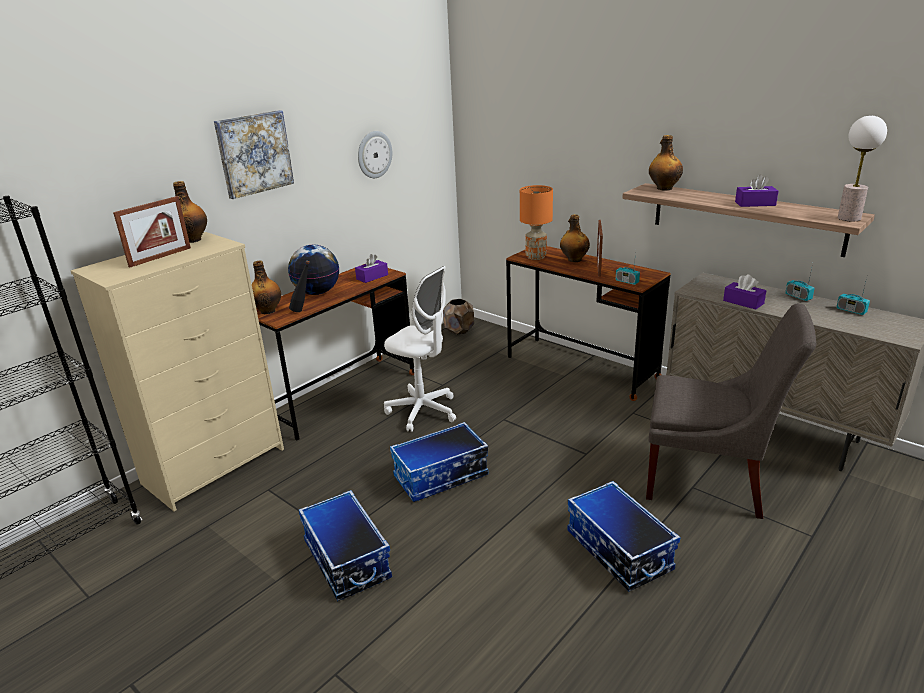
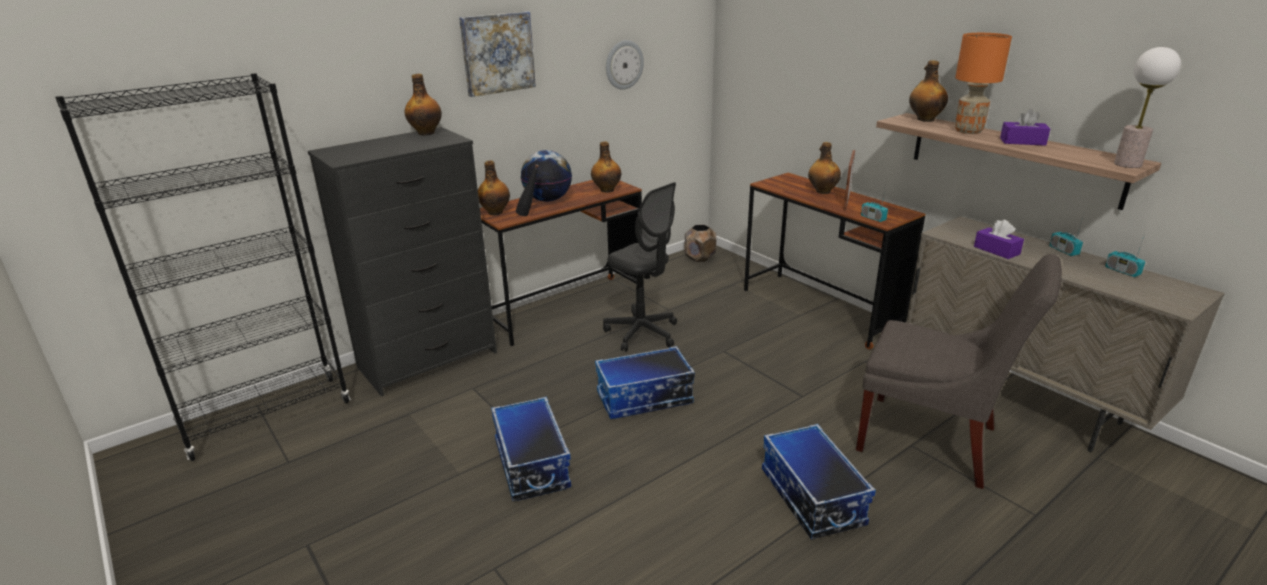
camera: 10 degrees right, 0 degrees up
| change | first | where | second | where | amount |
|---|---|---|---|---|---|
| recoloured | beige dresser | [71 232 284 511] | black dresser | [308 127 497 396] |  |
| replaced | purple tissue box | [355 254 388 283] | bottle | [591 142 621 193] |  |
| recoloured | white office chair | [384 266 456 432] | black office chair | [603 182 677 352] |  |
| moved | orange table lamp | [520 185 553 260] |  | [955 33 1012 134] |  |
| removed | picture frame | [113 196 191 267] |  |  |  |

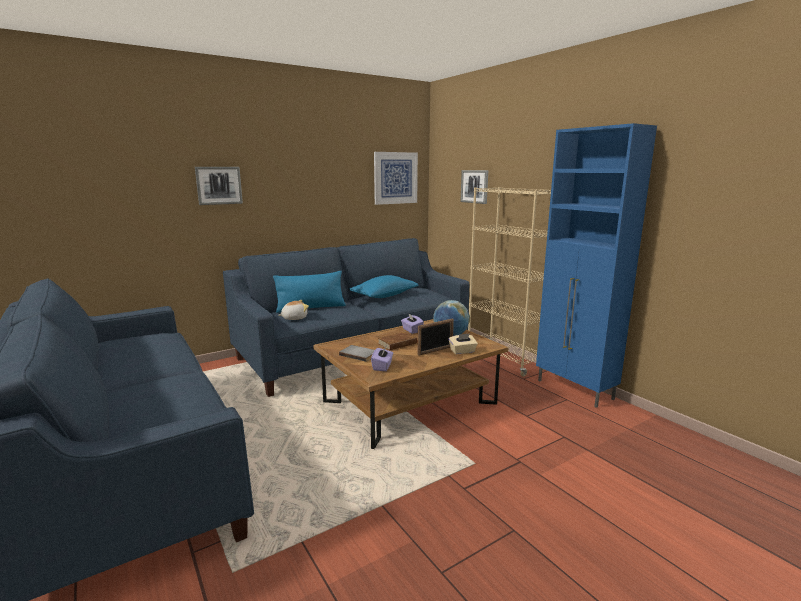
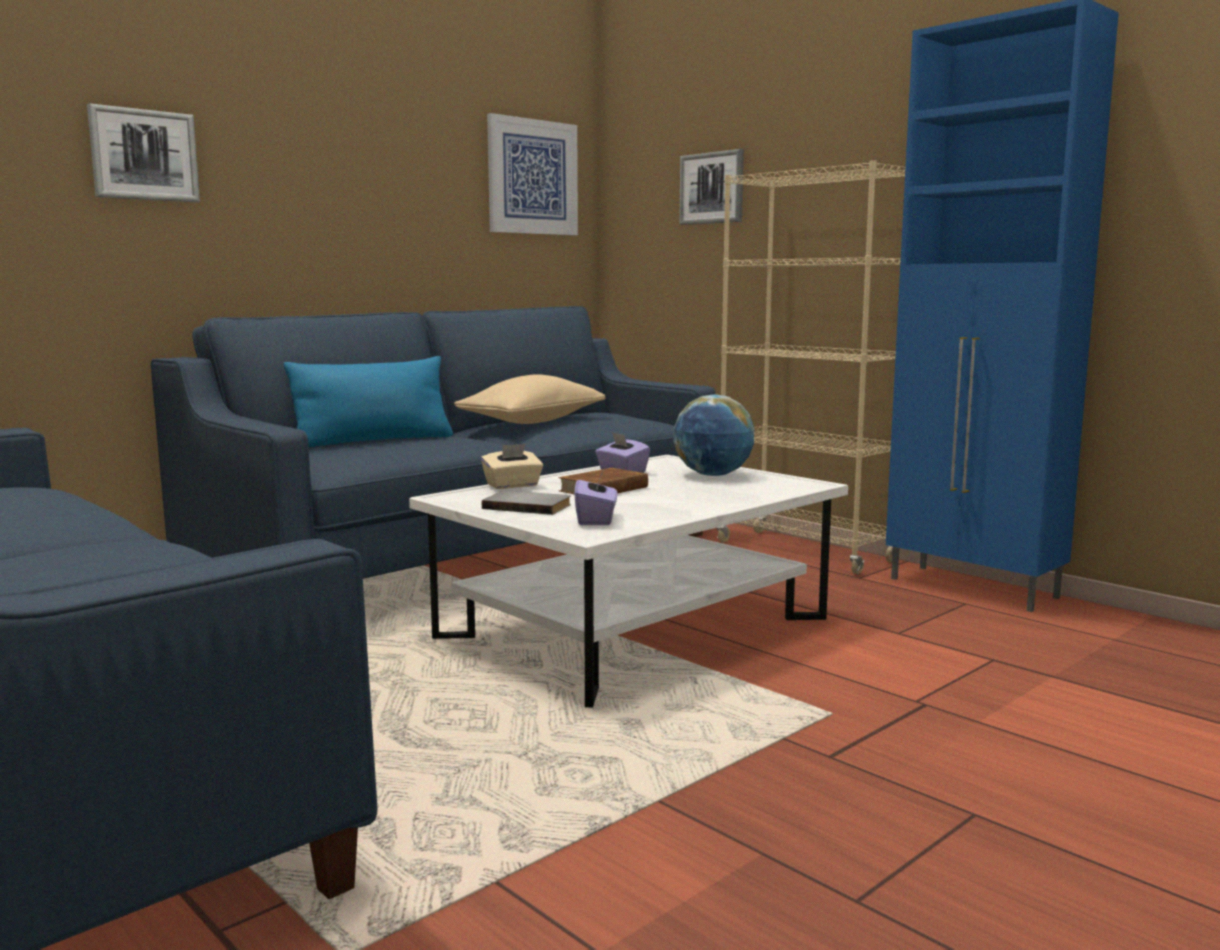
camera: 10 degrees left, 5 degrees down
| change | first | where | second | where | amount |
|---|---|---|---|---|---|
| recoloured | brown coffee table | [313 319 509 449] | white coffee table | [409 455 848 708] |  |
| recoloured | blue pillow | [349 275 419 298] | beige pillow | [454 374 605 424] |  |
| moved | beige tissue box | [449 334 478 354] |  | [481 444 543 489] |  |
| removed | plush toy | [278 300 309 320] |  |  |  |
| removed | picture frame | [418 318 454 356] |  |  |  |

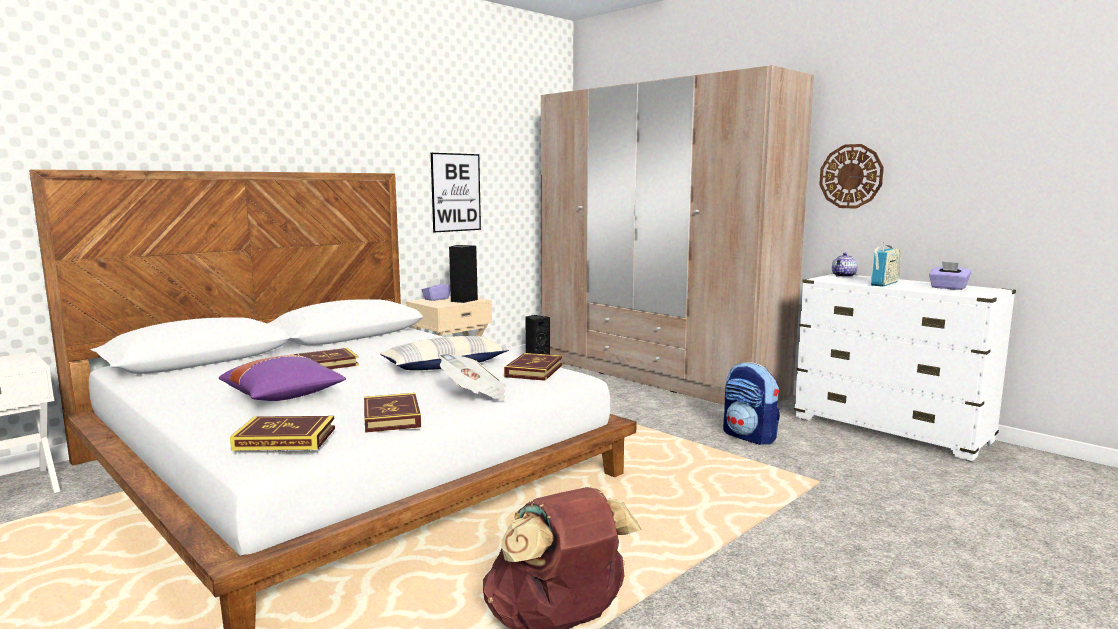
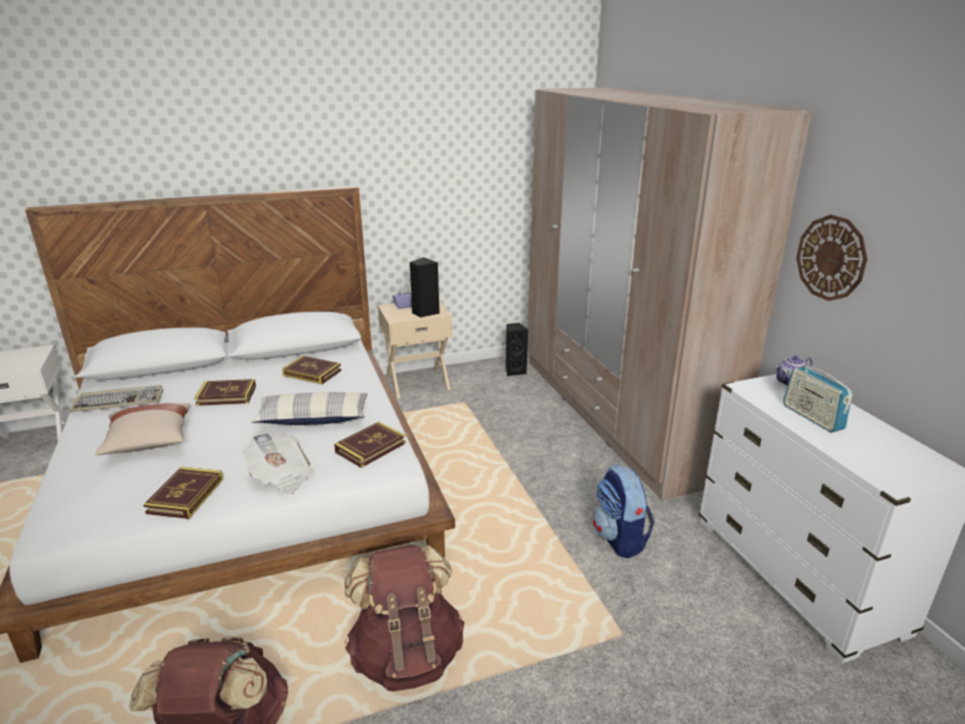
camera: 25 degrees right, 15 degrees up
| change | first | where | second | where | amount |
|---|---|---|---|---|---|
| added |  |  | keyboard | [70 385 163 412] |  |
| recoloured | purple pillow | [219 355 346 401] | beige pillow | [95 403 191 455] |  |
| moved | book | [230 416 335 451] |  | [282 356 341 384] |  |
| added |  |  | brown backpack | [344 545 464 691] |  |
| turned | radio | [871 242 901 287] |  | [783 361 853 433] | 90 degrees clockwise |
| removed | picture | [431 153 481 233] |  |  |  |
| removed | purple tissue box | [929 261 971 290] |  |  |  |

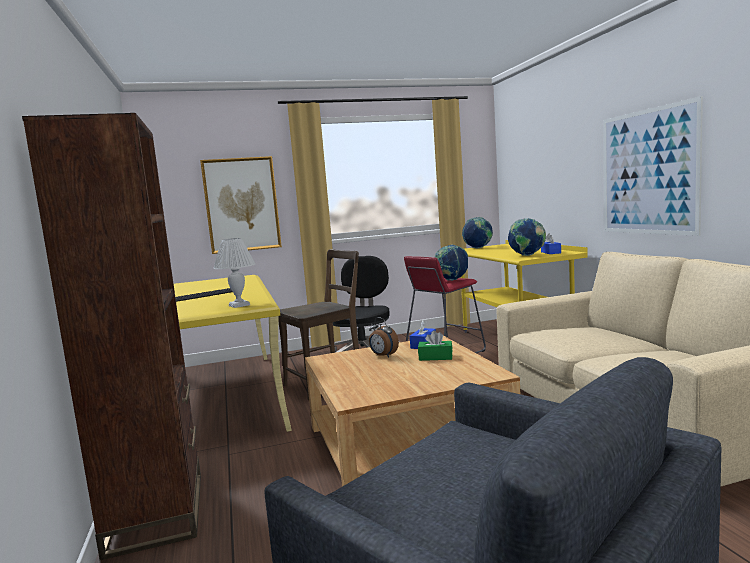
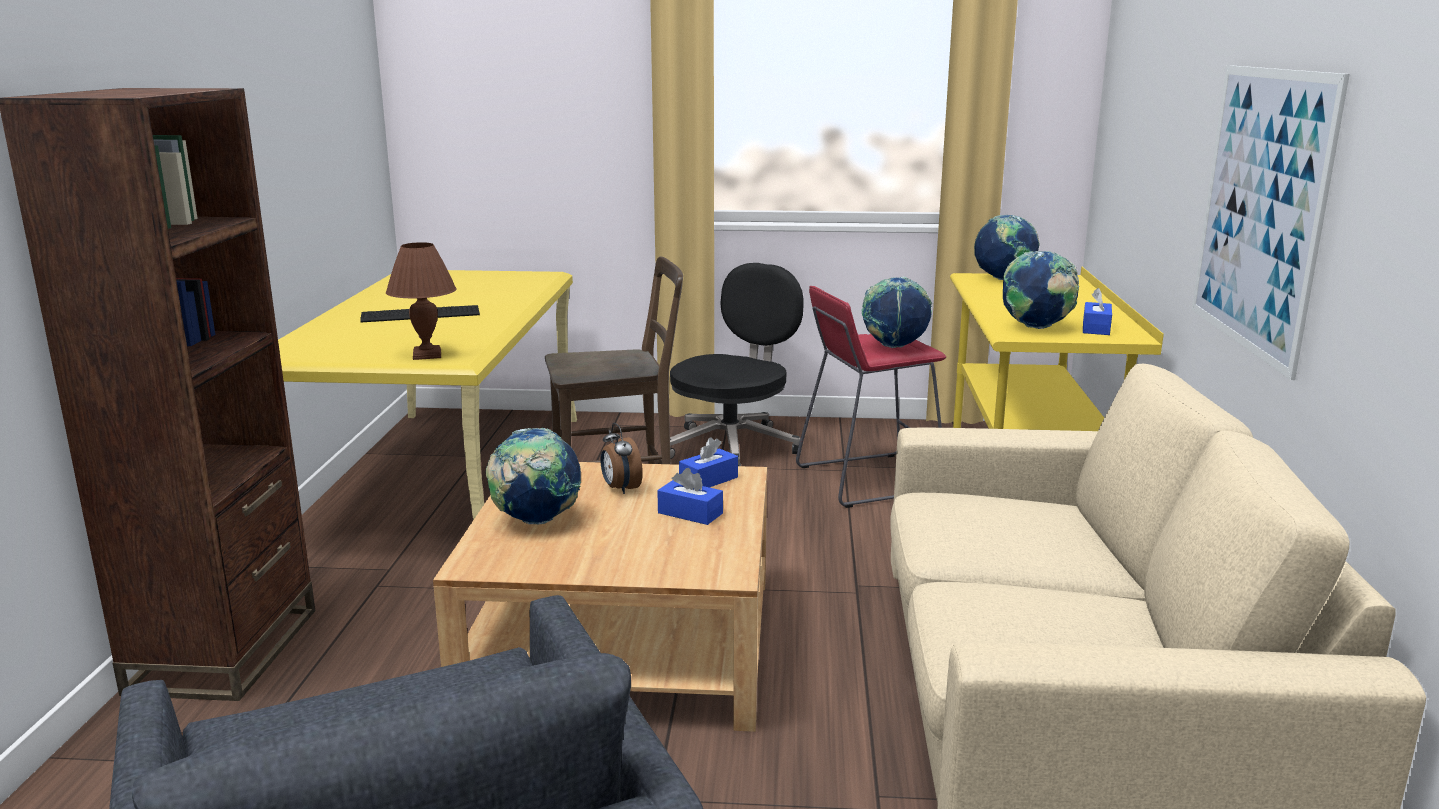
camera: 20 degrees right, 10 degrees up
| change | first | where | second | where | amount |
|---|---|---|---|---|---|
| recoloured | white table lamp | [213 238 255 308] | brown table lamp | [386 242 457 360] |  |
| added |  |  | globe | [486 428 581 524] |  |
| recoloured | green tissue box | [418 330 453 361] | blue tissue box | [657 468 723 525] |  |
| removed | picture | [200 156 282 254] |  |  |  |

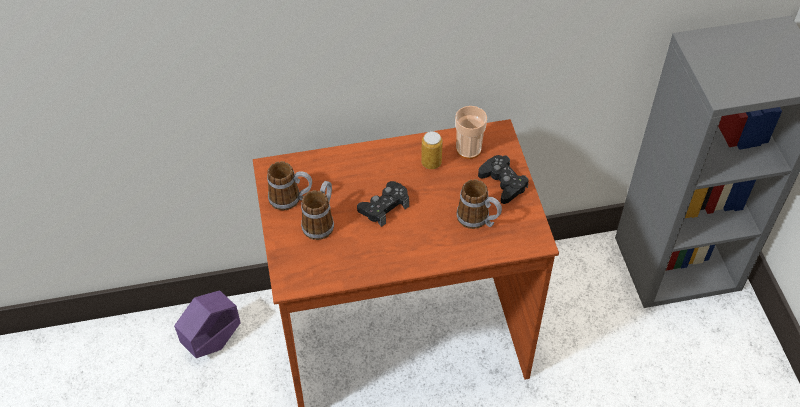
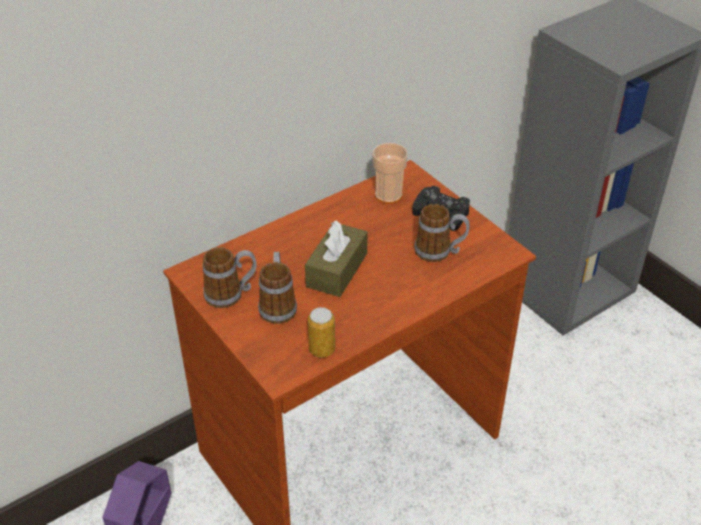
camera: 25 degrees left, 10 degrees down
| change | first | where | second | where | amount |
|---|---|---|---|---|---|
| replaced | black game controller | [357 181 409 227] | brown tissue box | [305 220 368 297] |  |
| moved | can | [421 131 443 169] |  | [308 307 335 358] |  |

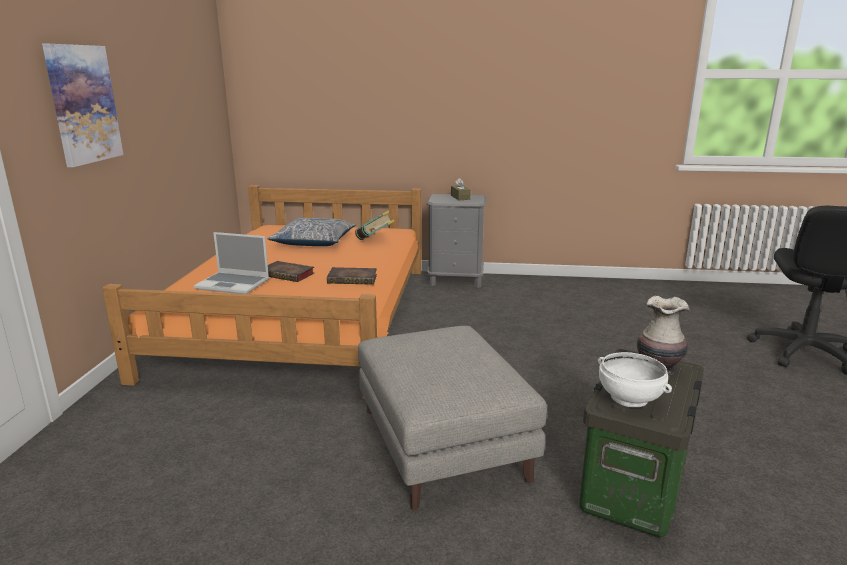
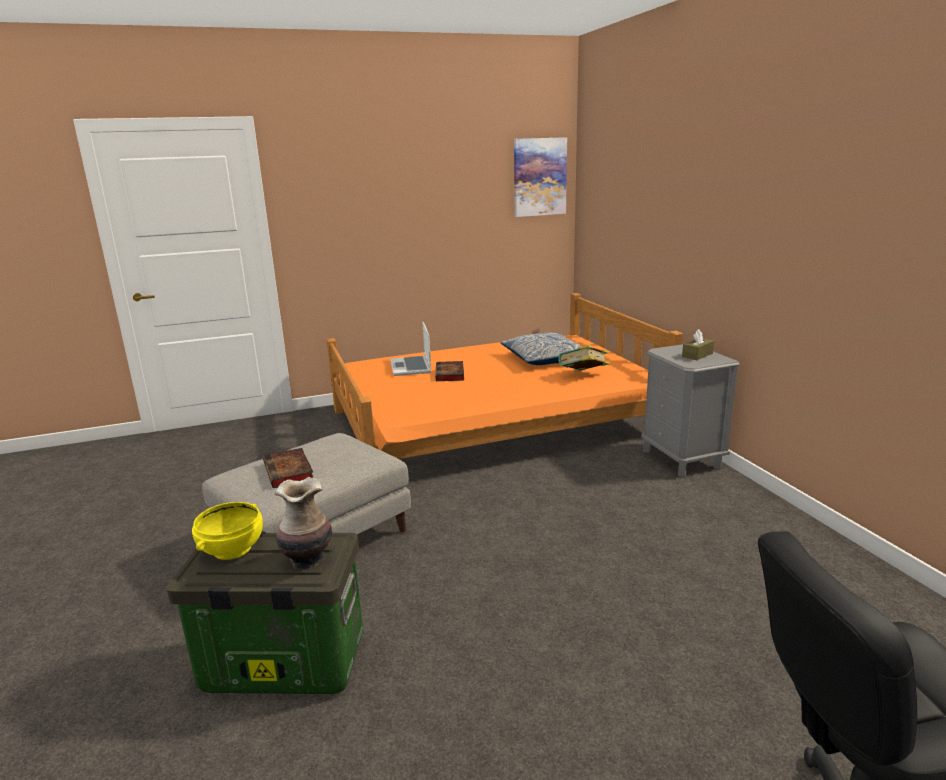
camera: 65 degrees right, 0 degrees up
| change | first | where | second | where | amount |
|---|---|---|---|---|---|
| recoloured | white bowl | [598 352 672 407] | yellow bowl | [192 502 263 560] |  |
| moved | book | [327 267 377 285] |  | [263 448 314 488] |  |
| moved | picture | [42 44 123 167] |  | [514 137 567 217] |  |

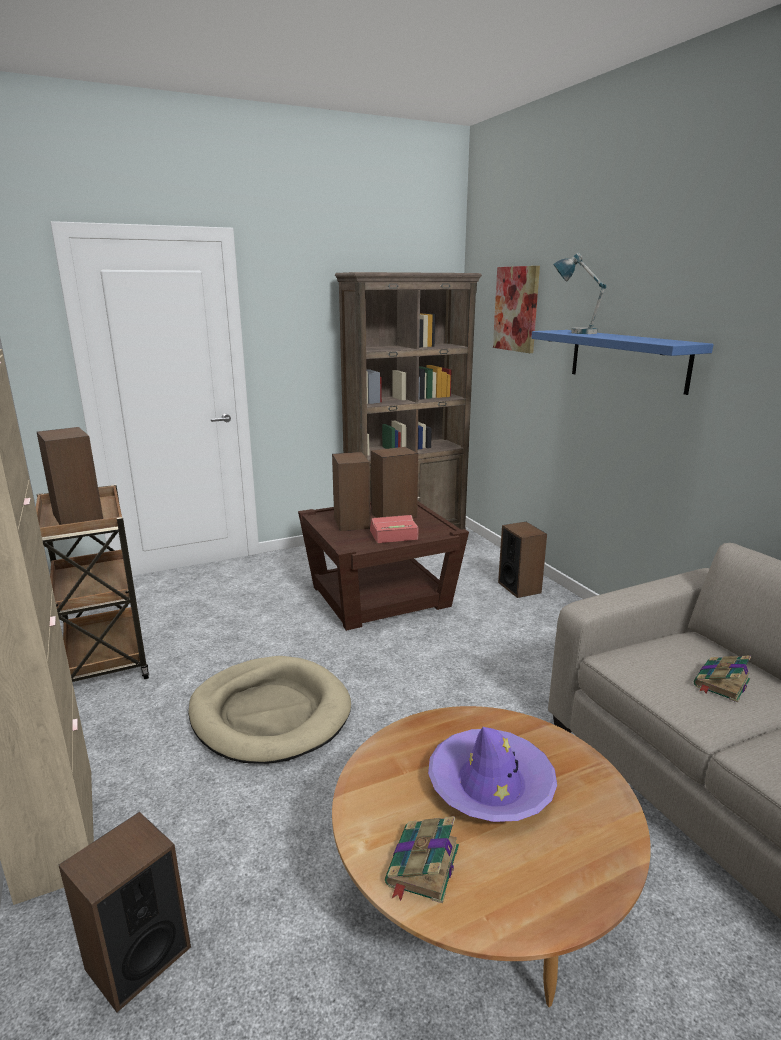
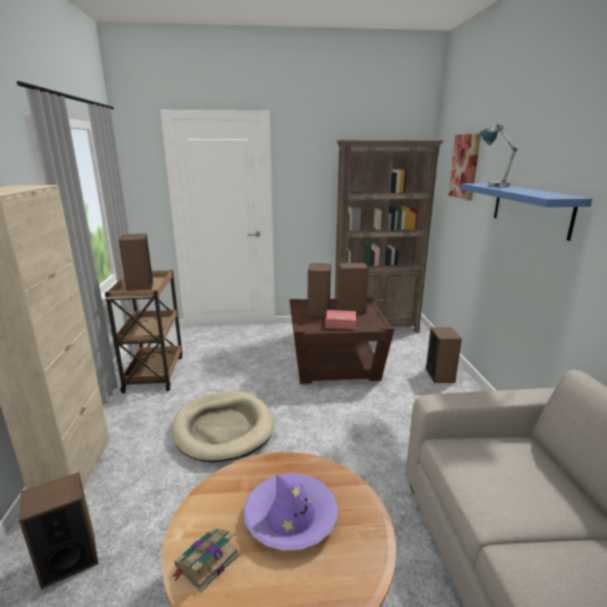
camera: 20 degrees right, 0 degrees up
| change | first | where | second | where | amount |
|---|---|---|---|---|---|
| removed | book | [694 655 751 702] |  |  |  |

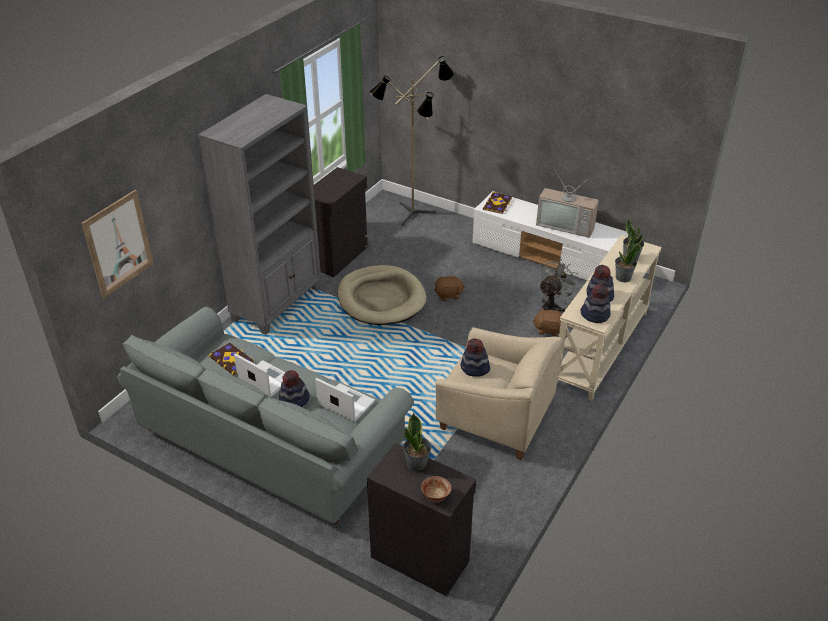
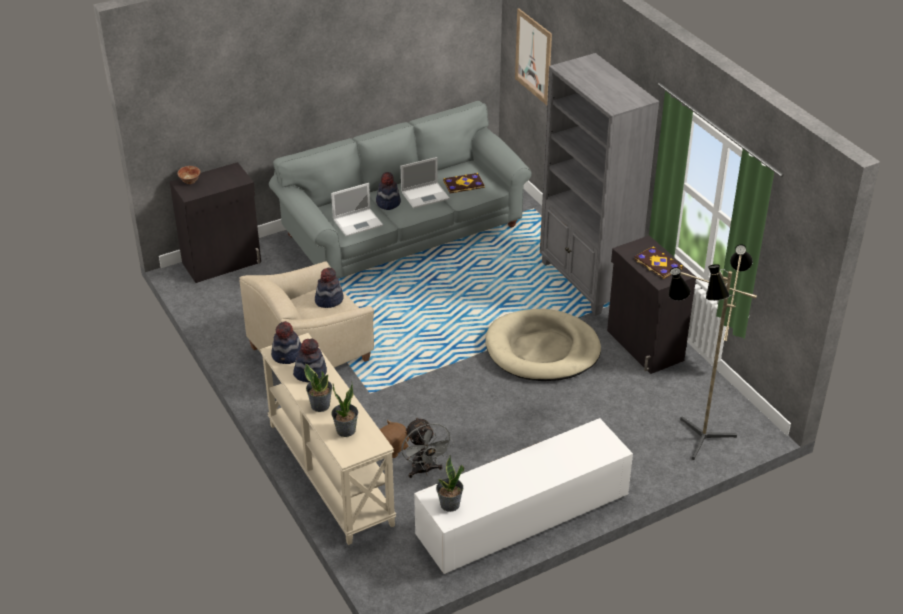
camera: 120 degrees right, 0 degrees up
| change | first | where | second | where | amount |
|---|---|---|---|---|---|
| moved | potted plant | [403 413 431 471] |  | [436 455 464 512] |  |
| moved | book | [483 192 512 214] |  | [634 246 683 279] |  |
| removed | brown plush toy | [435 274 465 301] |  |  |  |
| removed | television | [536 169 599 238] |  |  |  |

